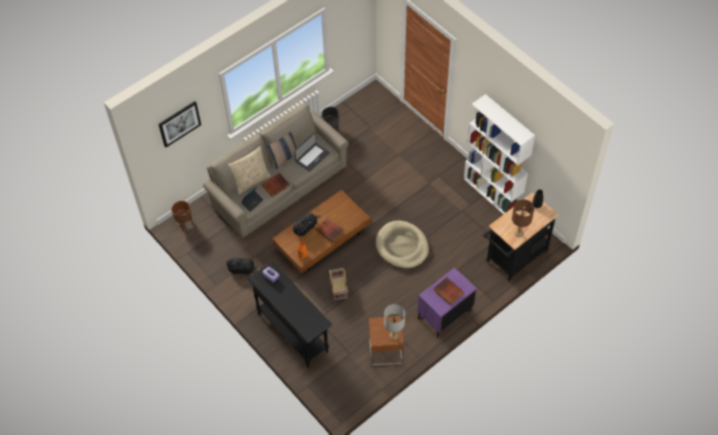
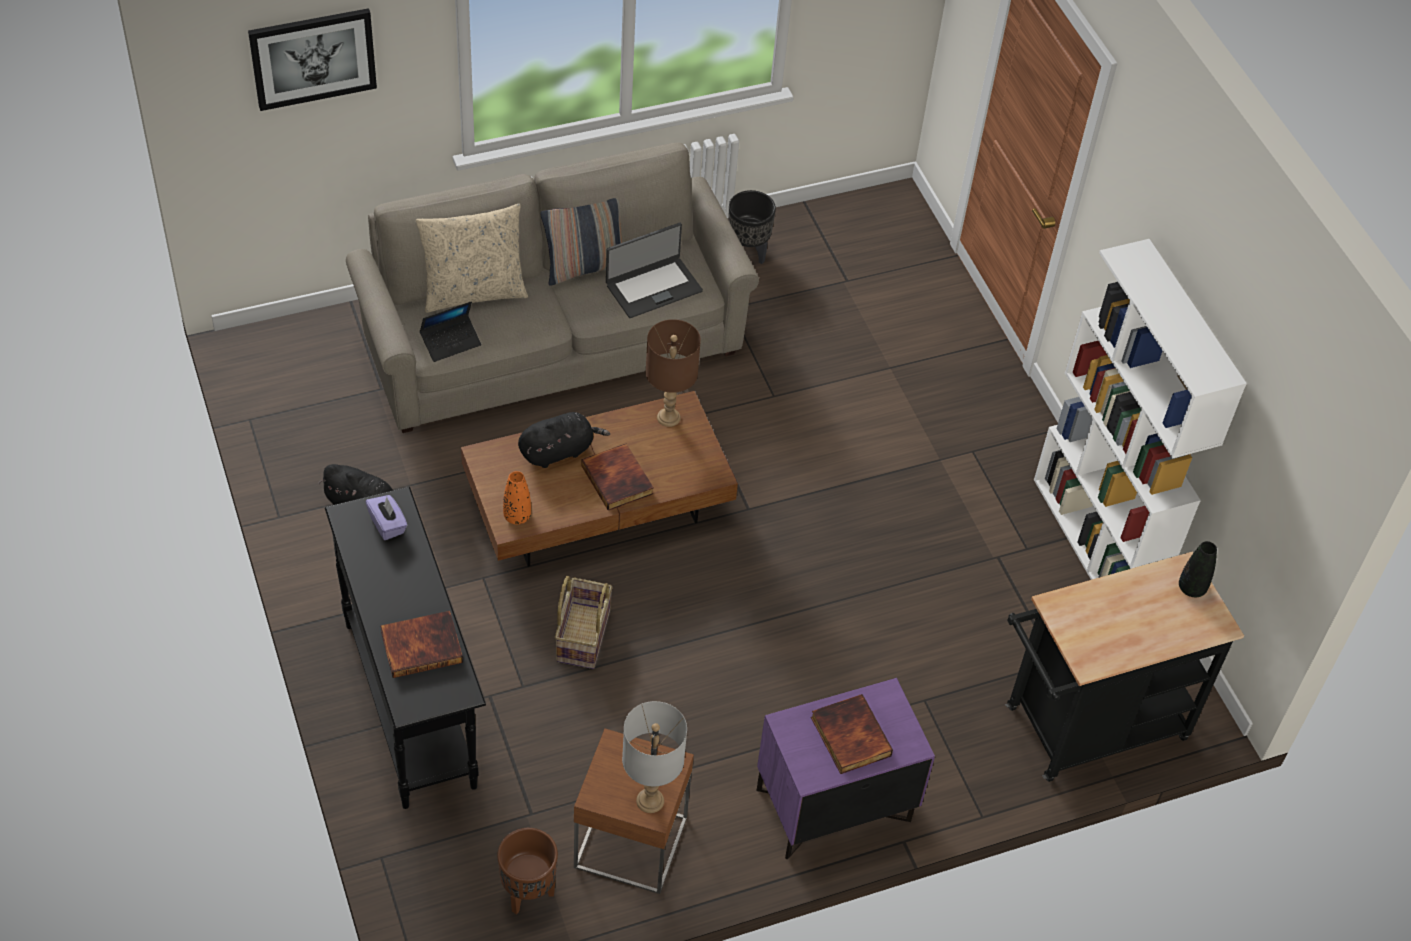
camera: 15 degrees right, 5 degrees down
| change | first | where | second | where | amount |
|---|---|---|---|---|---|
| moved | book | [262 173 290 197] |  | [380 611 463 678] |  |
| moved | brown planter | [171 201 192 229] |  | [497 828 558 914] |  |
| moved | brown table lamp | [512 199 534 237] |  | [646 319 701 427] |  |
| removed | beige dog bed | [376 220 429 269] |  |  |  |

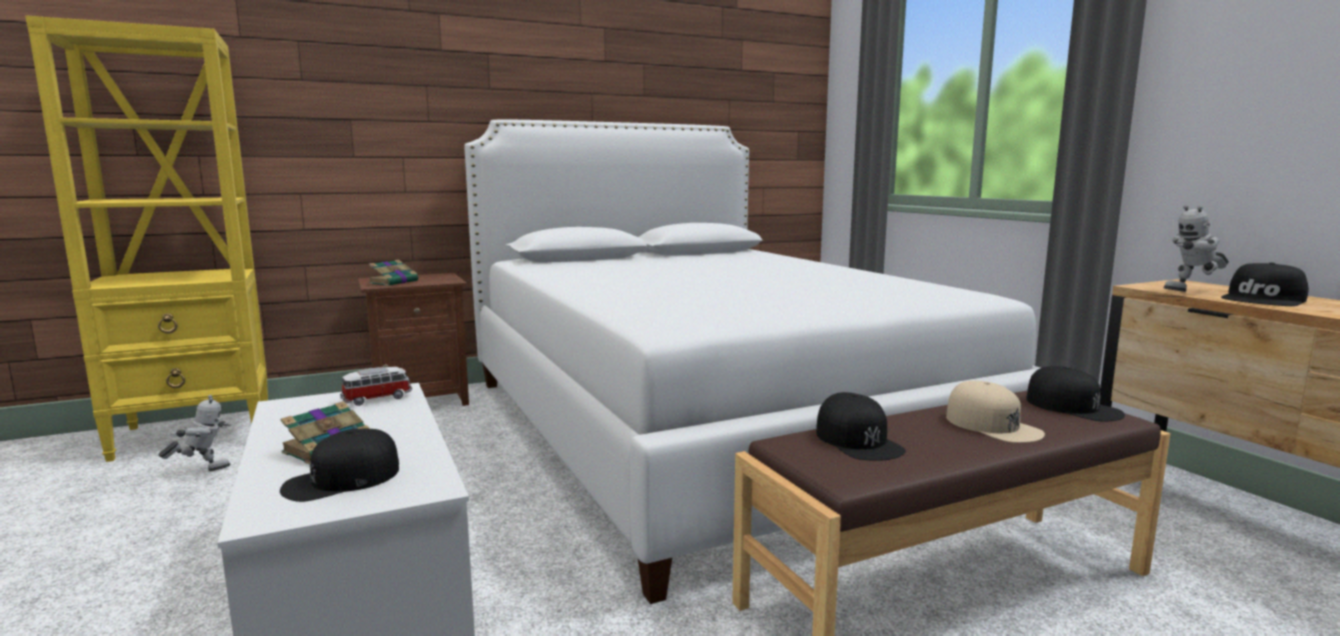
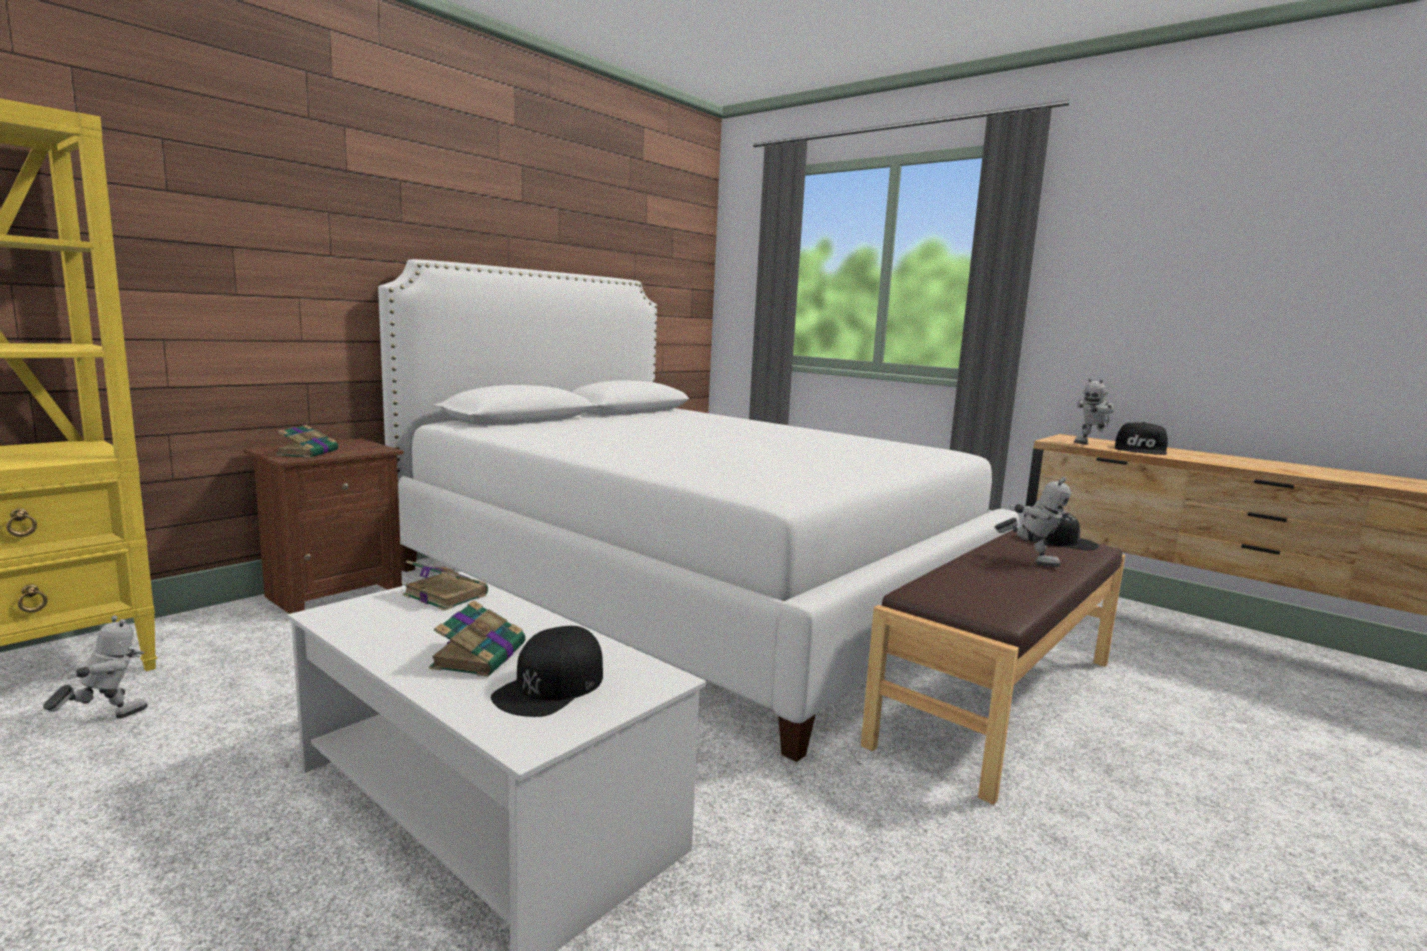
camera: 25 degrees left, 0 degrees up
| change | first | where | second | where | amount |
|---|---|---|---|---|---|
| replaced | toy car | [340 367 412 406] | book | [403 560 488 611] |  |
| replaced | beige cap | [946 381 1045 443] | toy robot | [995 477 1076 567] |  |
| removed | black cap | [816 392 906 461] |  |  |  |

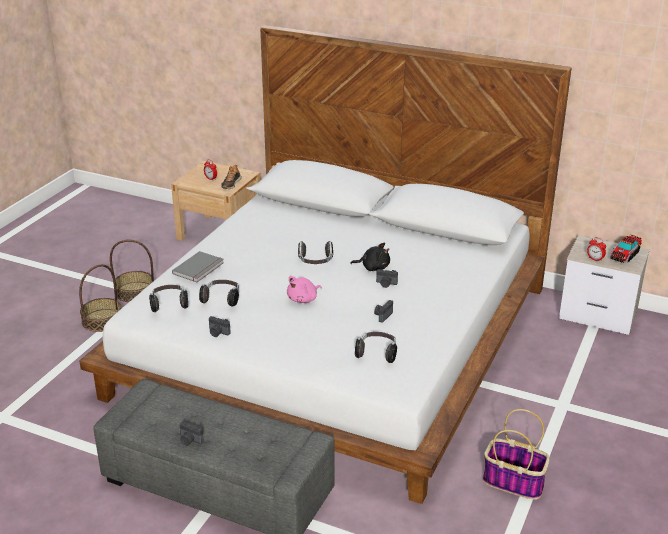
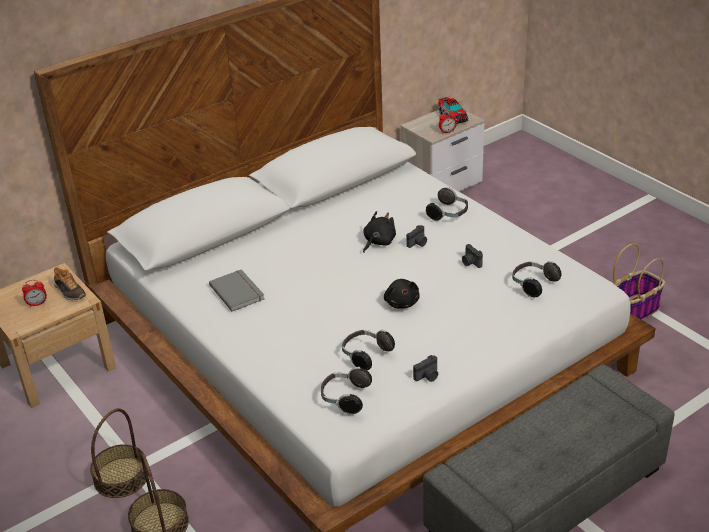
camera: 60 degrees left, 5 degrees up
| change | first | where | second | where | amount |
|---|---|---|---|---|---|
| moved | grey book | [172 251 224 282] |  | [209 269 265 312] |  |
| recoloured | pink plush toy | [287 276 322 303] | black plush toy | [384 279 419 309] |  |
| moved | headphones | [298 241 333 264] |  | [426 187 468 221] |  |
| removed | photo camera | [180 422 204 446] |  |  |  |

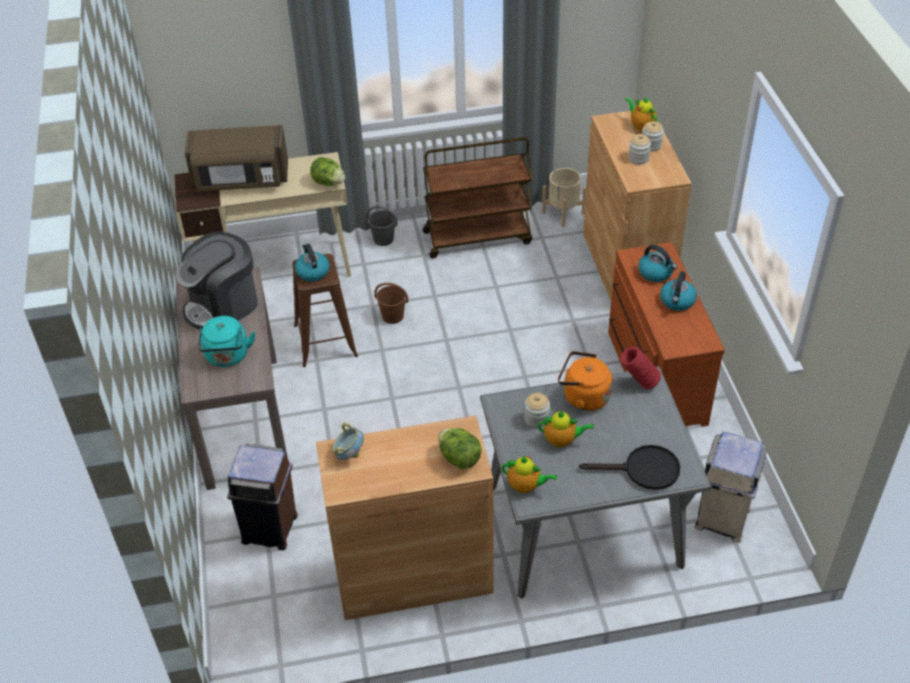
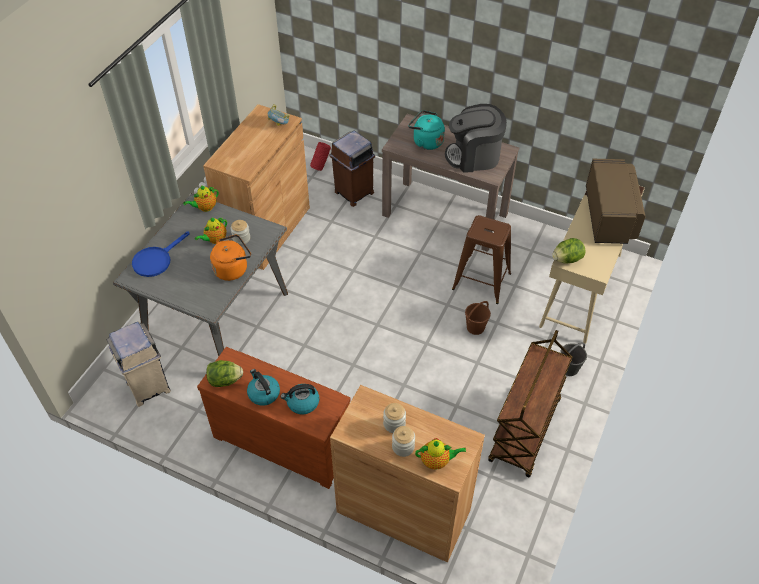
camera: 125 degrees right, 5 degrees up
| change | first | where | second | where | amount |
|---|---|---|---|---|---|
| recoloured | black frying pan | [579 445 680 490] | blue frying pan | [132 231 189 277] |  |
| moved | lettuce | [438 428 482 470] |  | [206 360 243 387] |  |
| moved | red vase | [620 347 661 389] |  | [310 142 331 171] |  |
| turned | coffee machine | [176 232 258 330] |  | [445 104 507 173] | 90 degrees counterclockwise |
| turned | brown microwave | [185 125 288 192] |  | [586 159 646 244] | 150 degrees clockwise |
| removed | kettle | [295 244 330 282] |  |  |  |
| removed | beige planter | [542 168 586 227] |  |  |  |

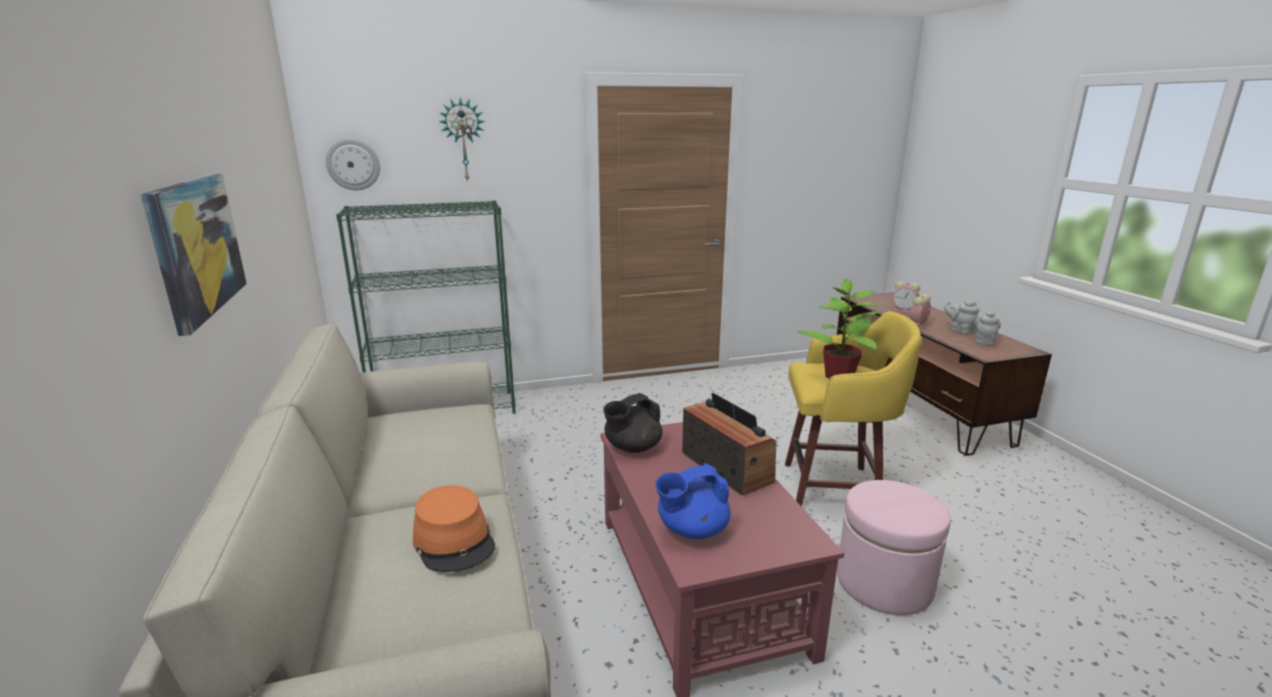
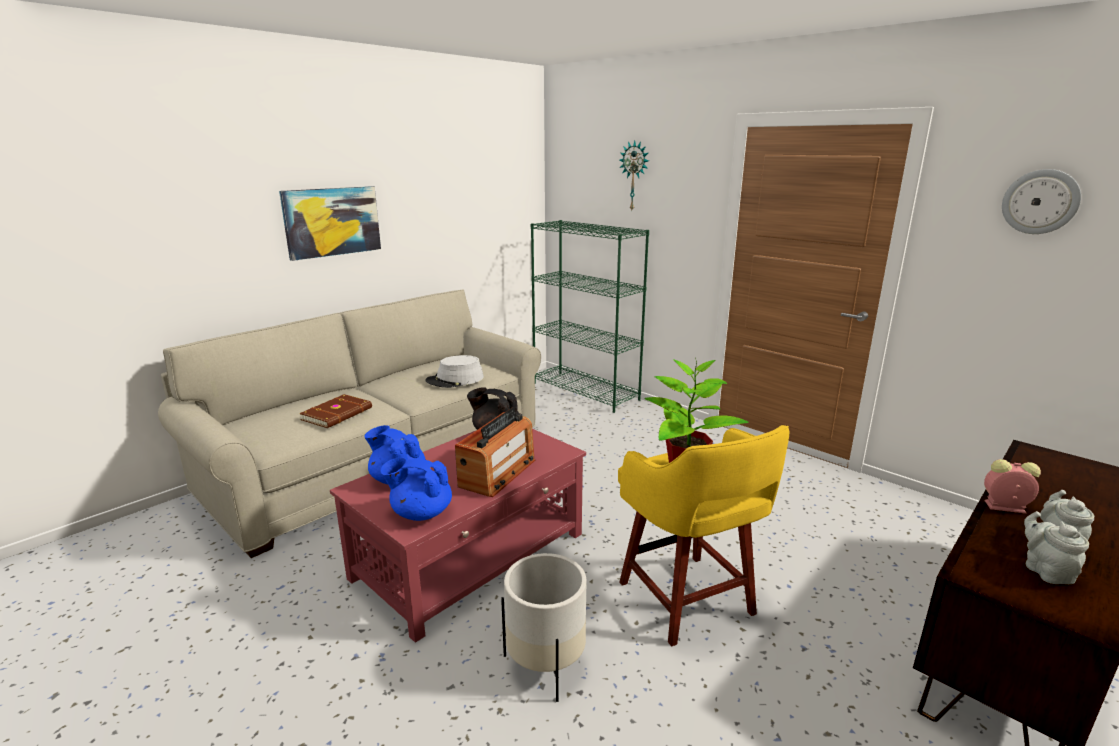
camera: 60 degrees right, 0 degrees up
| change | first | where | second | where | amount |
|---|---|---|---|---|---|
| replaced | orange hat | [413 485 495 572] | brown book | [299 394 372 428] |  |
| added |  |  | blue teapot | [380 457 452 521] |  |
| added |  |  | grey hat | [425 355 484 388] |  |
| replaced | pink ottoman | [837 480 951 615] | white planter | [501 553 586 702] |  |
| moved | wall clock | [326 138 380 190] |  | [1002 169 1081 234] |  |
| turned | grey teapot | [974 311 1001 346] |  | [1024 511 1089 584] | 90 degrees counterclockwise |
| removed | alarm clock | [893 281 920 313] |  |  |  |

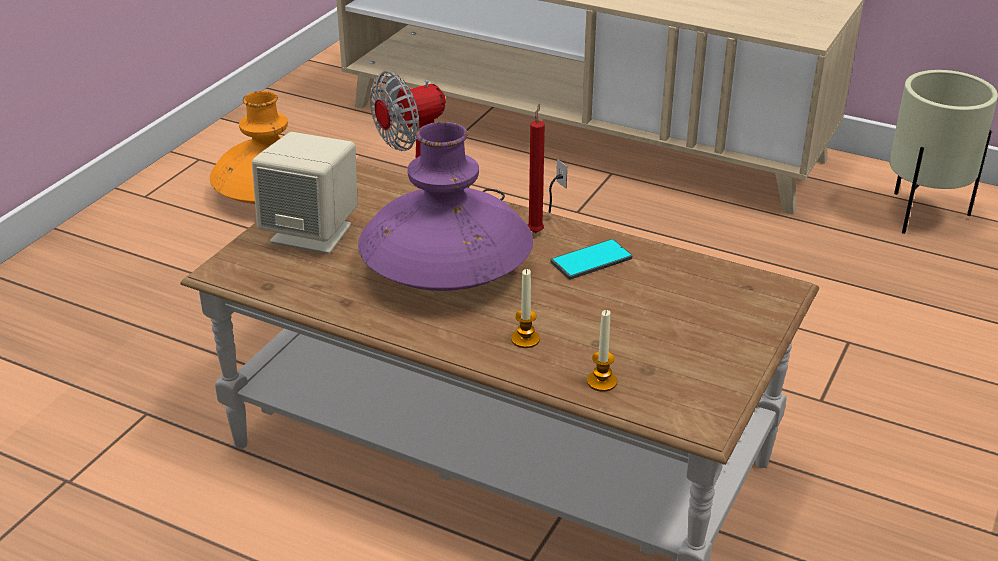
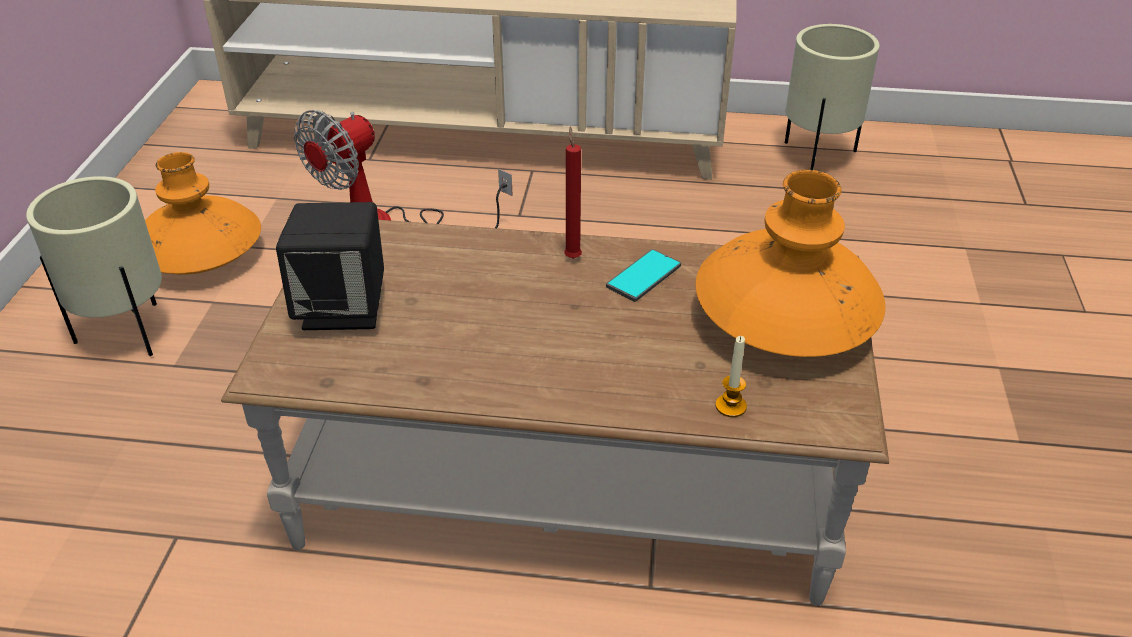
camera: 20 degrees left, 5 degrees up
| change | first | where | second | where | amount |
|---|---|---|---|---|---|
| added |  |  | beige planter | [26 176 162 356] |  |
| recoloured | beige speaker | [252 132 358 254] | black speaker | [276 202 384 330] |  |
| added |  |  | orange vase | [695 170 885 357] |  |
| removed | purple vase | [358 122 533 291] |  |  |  |
| removed | candle | [511 269 540 348] |  |  |  |

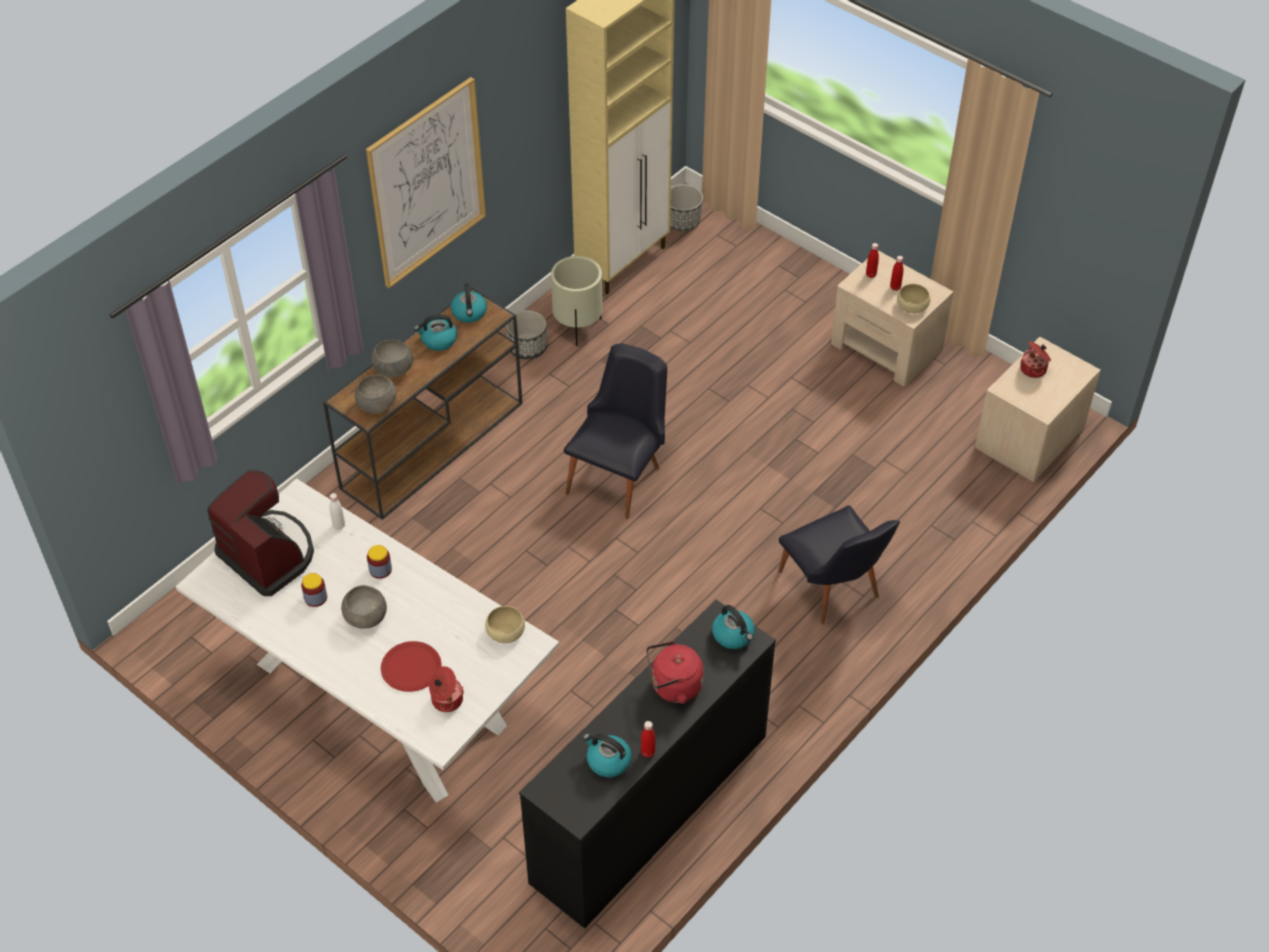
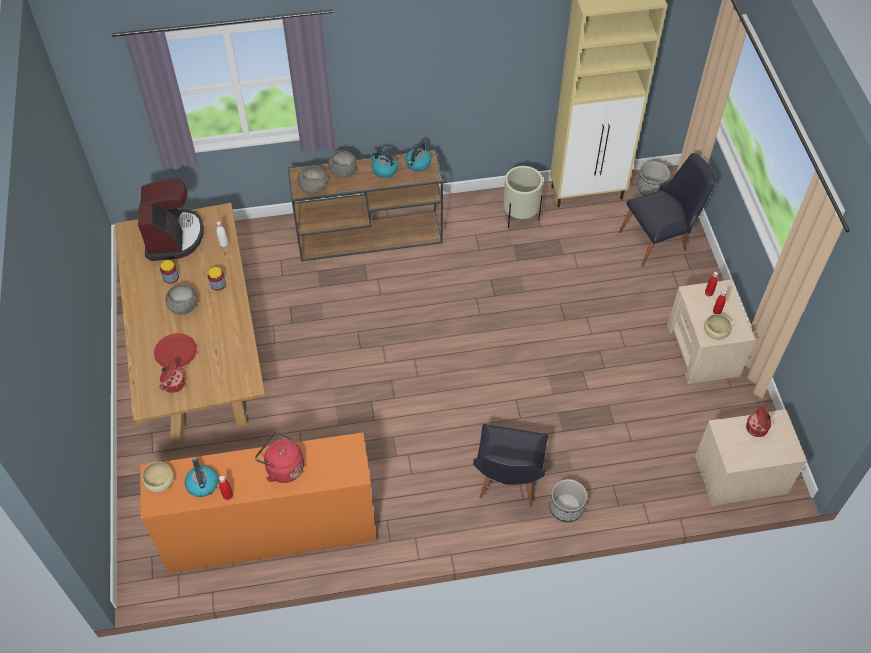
camera: 40 degrees right, 5 degrees up
| change | first | where | second | where | amount |
|---|---|---|---|---|---|
| recoloured | white dining table | [176 478 559 803] | brown dining table | [115 203 265 442] |  |
| recoloured | black dresser | [519 599 776 928] | orange dresser | [140 432 376 574] |  |
| moved | beige bowl | [485 606 525 643] |  | [142 462 174 492] |  |
| moved | planter | [506 310 547 359] |  | [549 479 587 522] |  |
| moved | black chair | [564 343 667 519] |  | [619 153 716 267] |  |
| removed | picture | [366 77 486 288] |  |  |  |
| removed | kettle | [712 605 755 649] |  |  |  |

